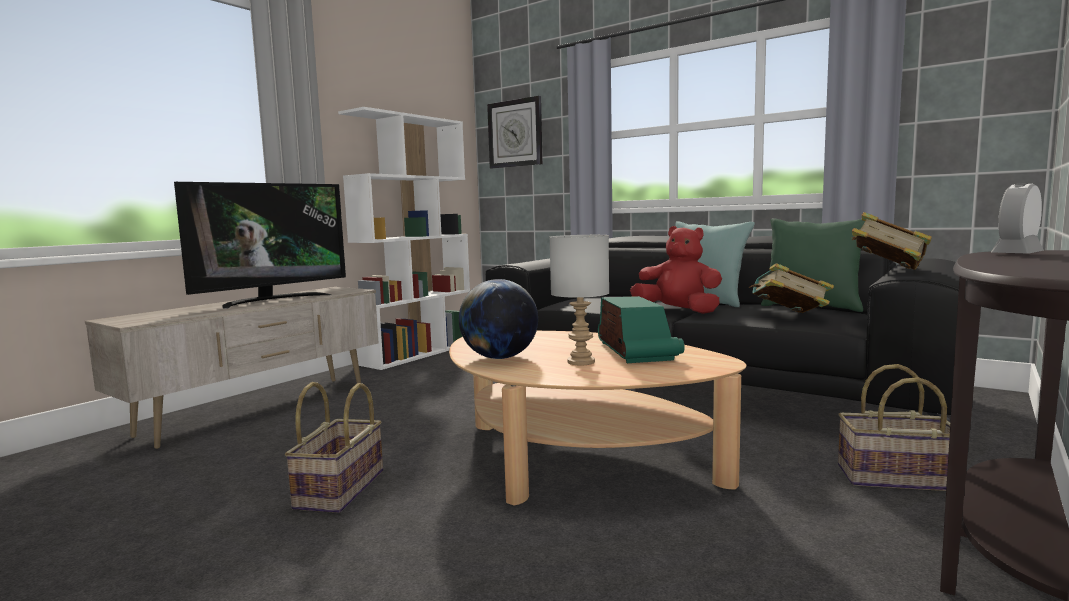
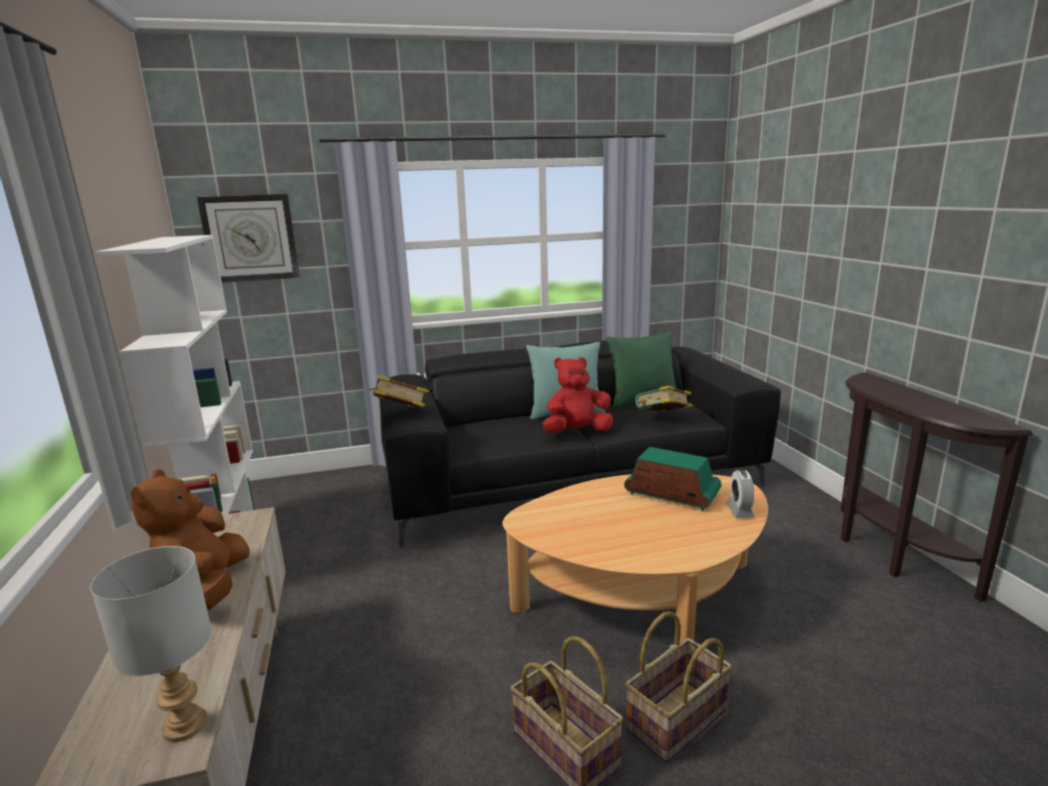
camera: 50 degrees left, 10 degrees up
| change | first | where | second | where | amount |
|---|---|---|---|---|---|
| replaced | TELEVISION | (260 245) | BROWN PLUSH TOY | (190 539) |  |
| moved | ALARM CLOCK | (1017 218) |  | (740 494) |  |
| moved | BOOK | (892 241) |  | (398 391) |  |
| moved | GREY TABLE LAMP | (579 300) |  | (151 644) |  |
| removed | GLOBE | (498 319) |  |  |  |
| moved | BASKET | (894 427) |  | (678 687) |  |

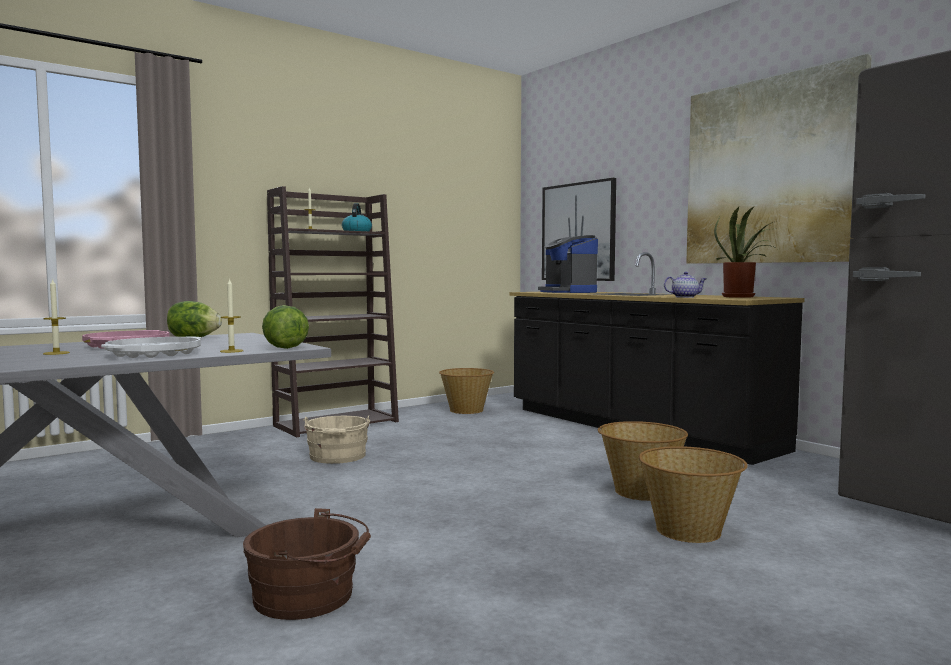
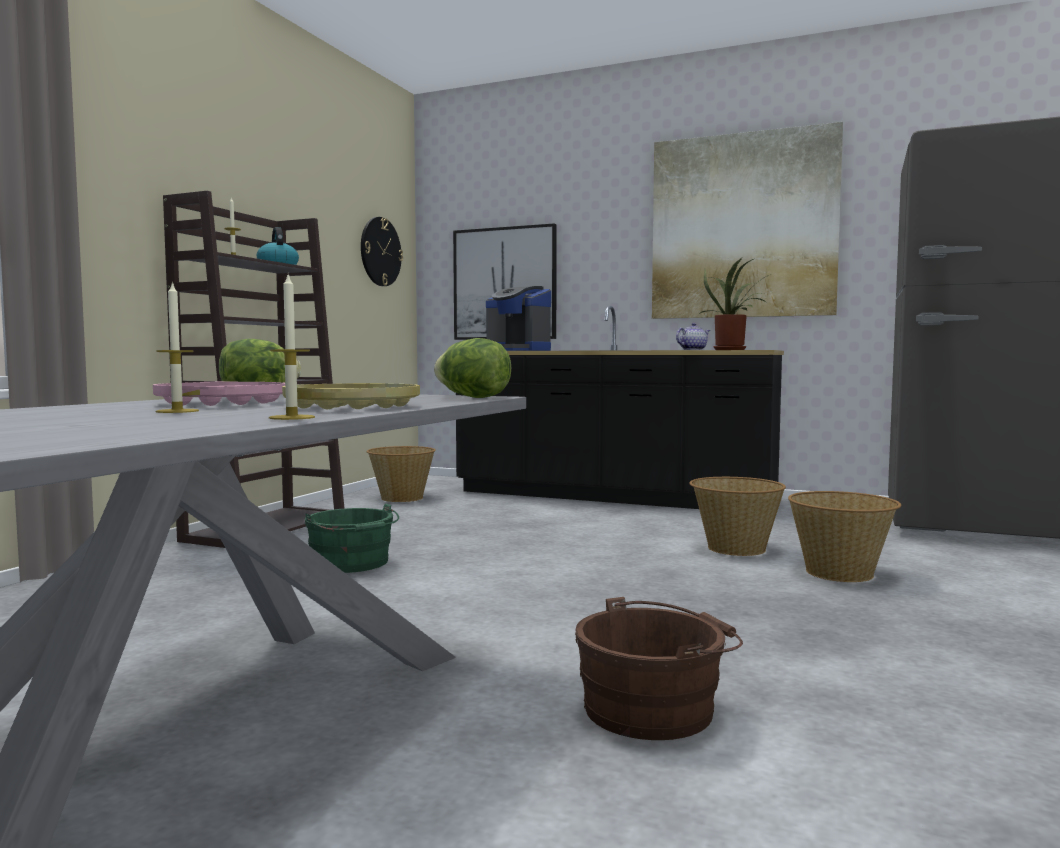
camera: 30 degrees left, 0 degrees up
| change | first | where | second | where | amount |
|---|---|---|---|---|---|
| moved | CANDLE | (231 315) |  | (292 347) |  |
| recoloured | WHITE TRAY | (151 347) | YELLOW TRAY | (351 396) |  |
| recoloured | BEIGE BUCKET | (336 439) | GREEN BUCKET | (352 538) |  |
| added |  |  | WALL CLOCK | (382 251) |  |

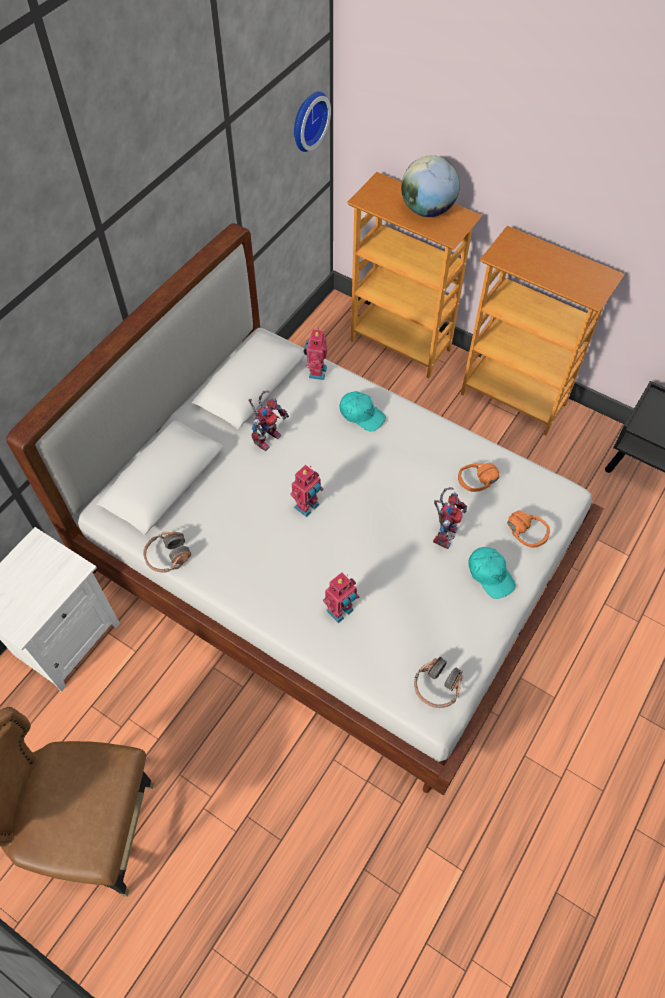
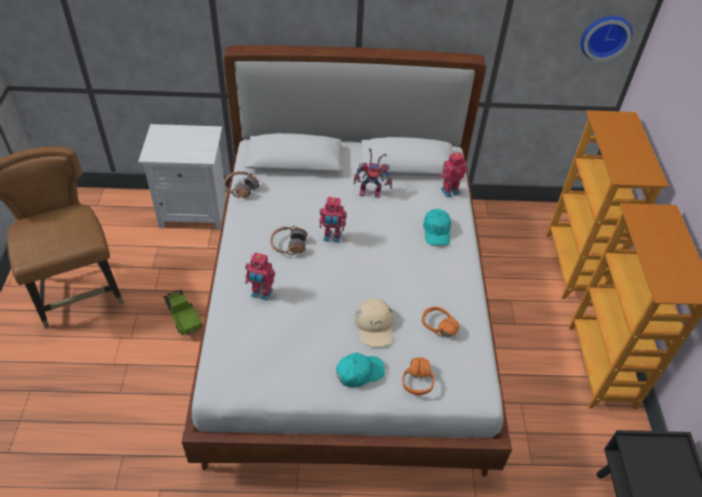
camera: 55 degrees right, 10 degrees down
| change | first | where | second | where | amount |
|---|---|---|---|---|---|
| removed | GLOBE | (430 186) |  |  |  |
| replaced | TOY ROBOT | (450 518) | BEIGE CAP | (374 322) |  |
| turned | TURQUOISE CAP | (492 573) |  | (360 370) | 135 degrees counterclockwise |
| moved | HEADPHONES | (438 682) |  | (288 240) |  |
| added |  |  | TOY TRUCK | (183 313) |  |

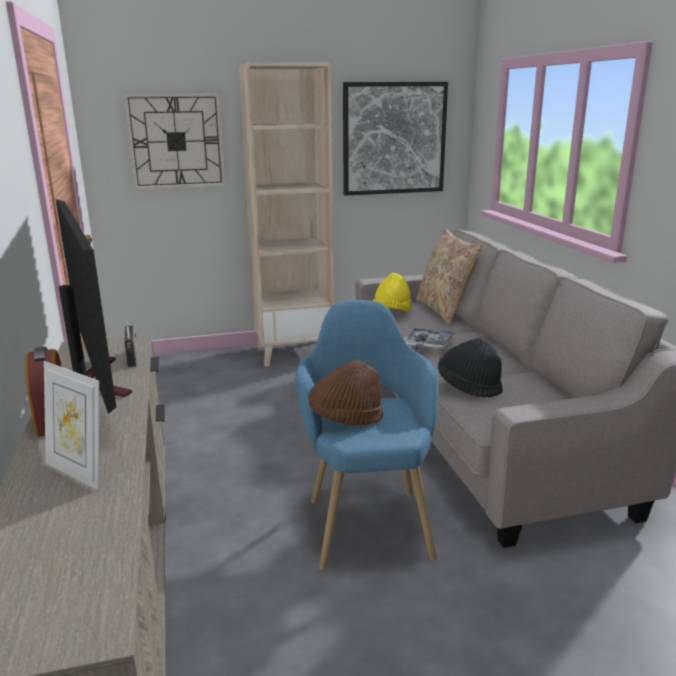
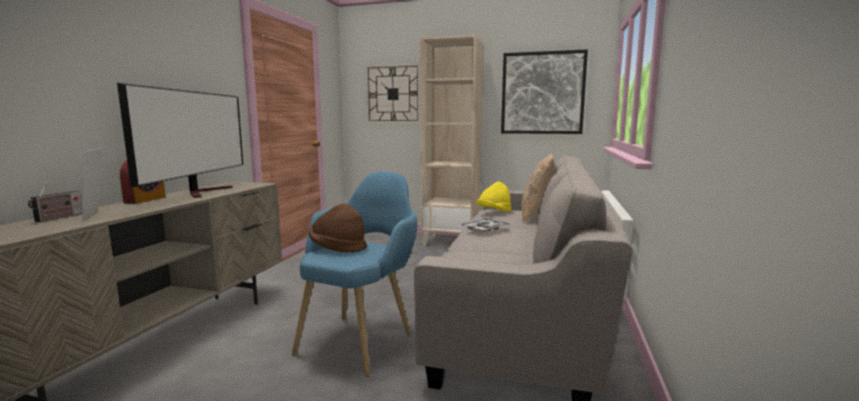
camera: 30 degrees right, 10 degrees down
| change | first | where | second | where | amount |
|---|---|---|---|---|---|
| moved | RADIO | (130 344) |  | (55 202) |  |
| removed | BLACK HAT | (470 368) |  |  |  |

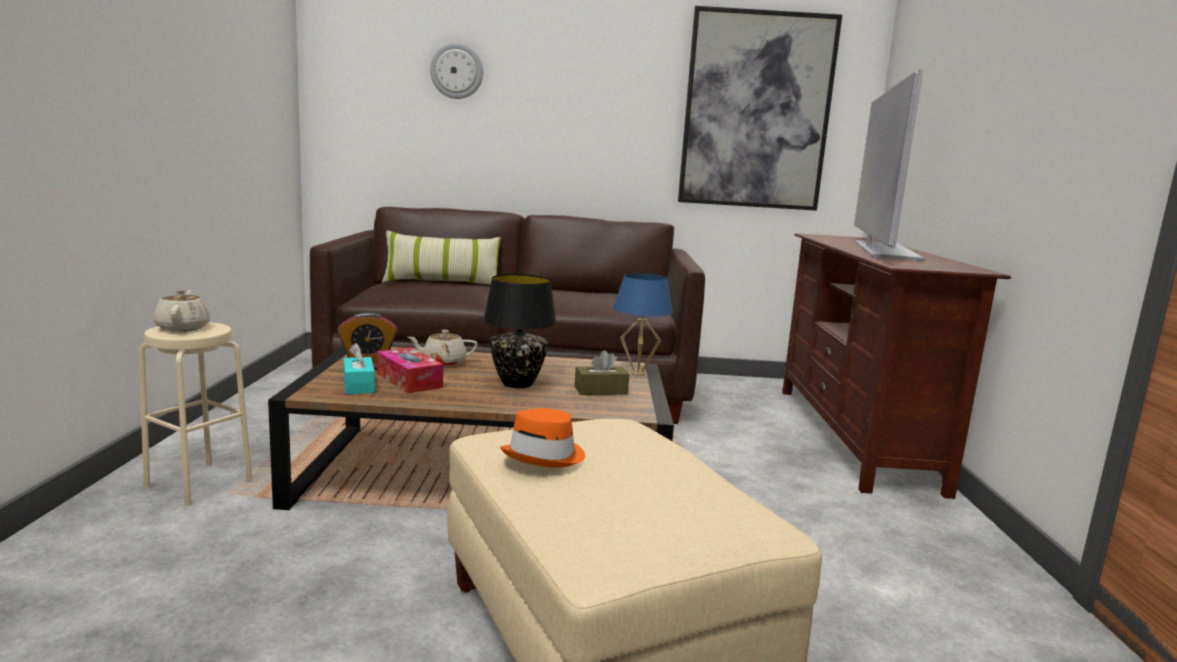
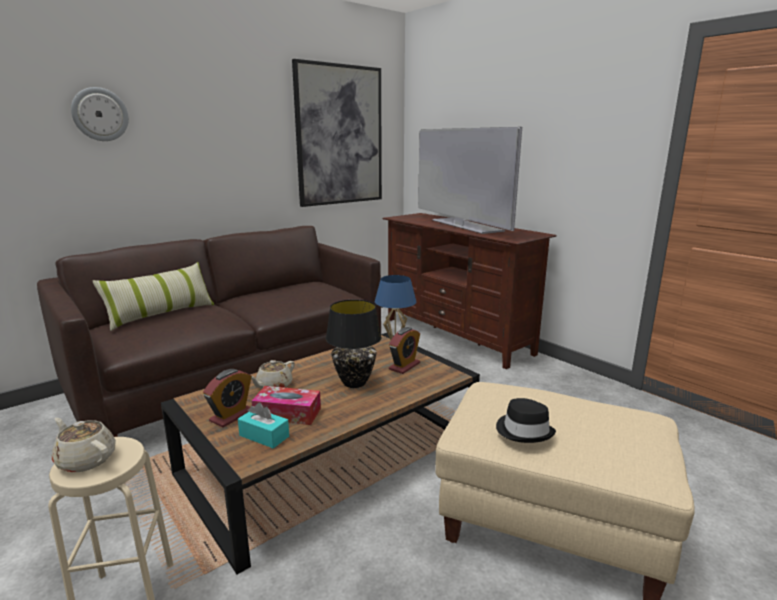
camera: 40 degrees left, 5 degrees up
| change | first | where | second | where | amount |
|---|---|---|---|---|---|
| replaced | BROWN TISSUE BOX | (602 372) | ALARM CLOCK | (404 350) |  |
| recoloured | ORANGE HAT | (542 438) | BLACK HAT | (526 420) |  |

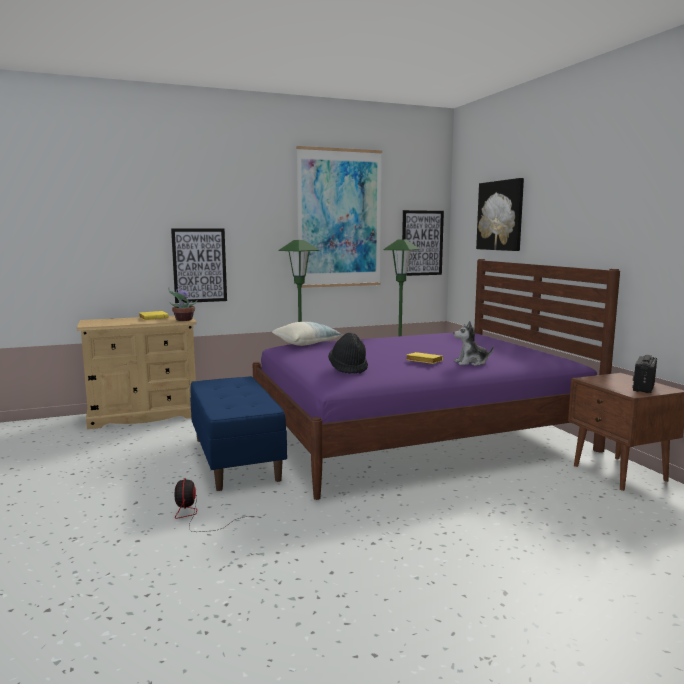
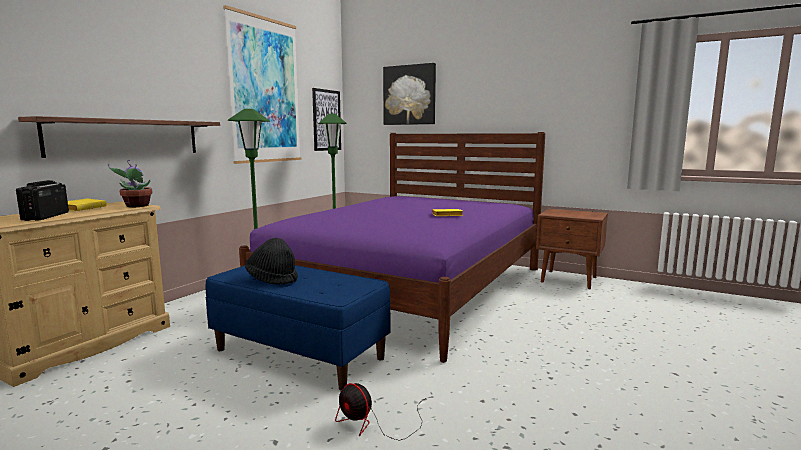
camera: 40 degrees left, 0 degrees up
| change | first | where | second | where | amount |
|---|---|---|---|---|---|
| replaced | PICTURE | (199 265) | SHELF | (119 137) |  |
| removed | PLUSH TOY | (473 343) |  |  |  |
| removed | PILLOW | (307 334) |  |  |  |
| moved | BLACK HAT | (348 353) |  | (271 261) |  |
| moved | RADIO | (644 374) |  | (42 200) |  |

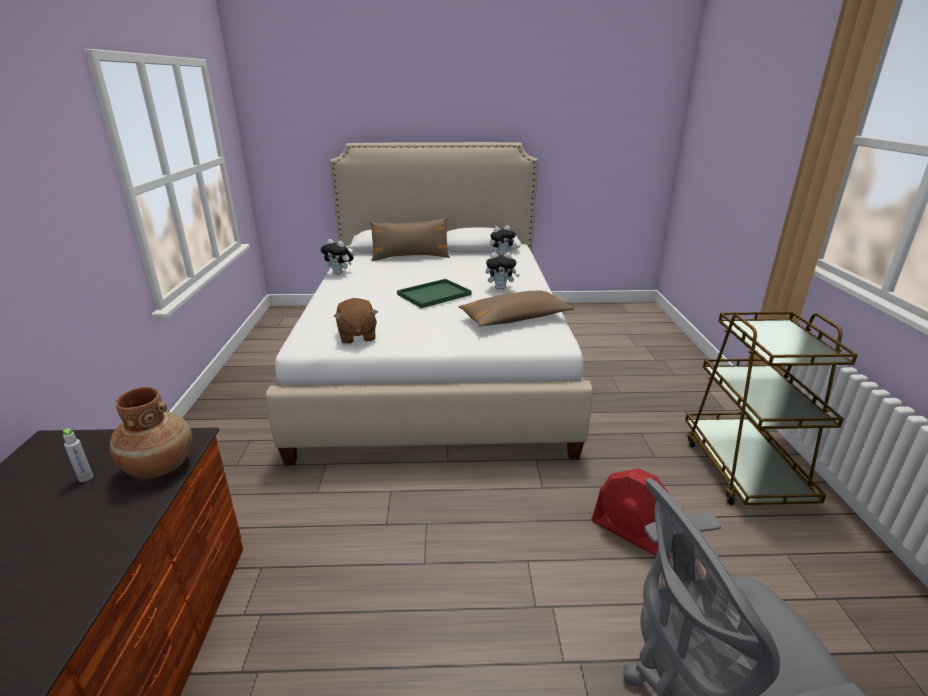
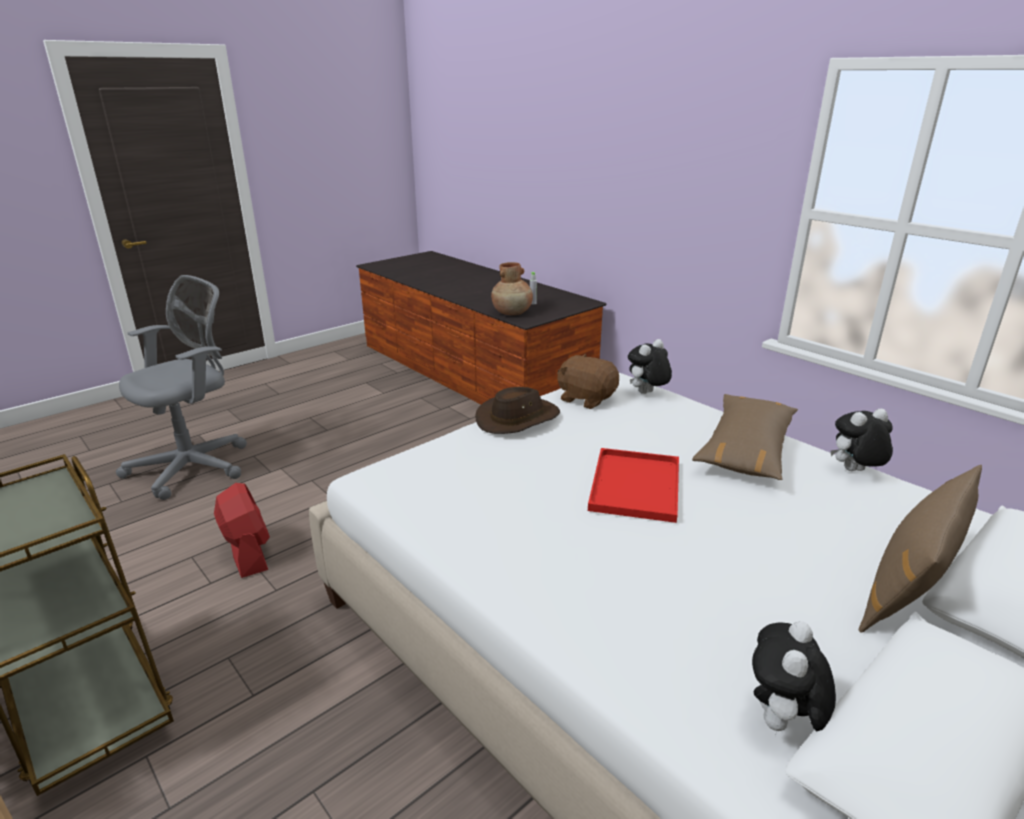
camera: 140 degrees right, 0 degrees up
| change | first | where | second | where | amount |
|---|---|---|---|---|---|
| moved | PLUSH TOY | (503 270) |  | (650 366) |  |
| recoloured | GREEN TRAY | (434 293) | RED TRAY | (633 485) |  |
| moved | BROWN PILLOW | (516 309) |  | (745 437) |  |
| turned | RED FAN | (630 512) |  | (242 530) | 60 degrees clockwise |
| added |  |  | BROWN HAT | (517 410) |  |

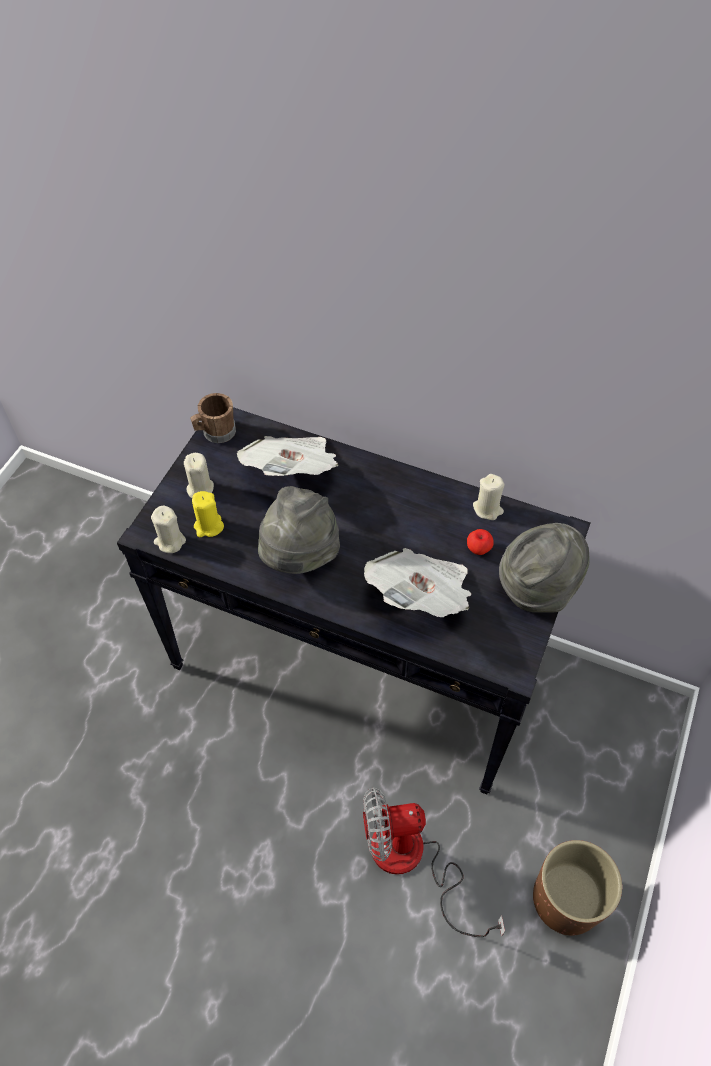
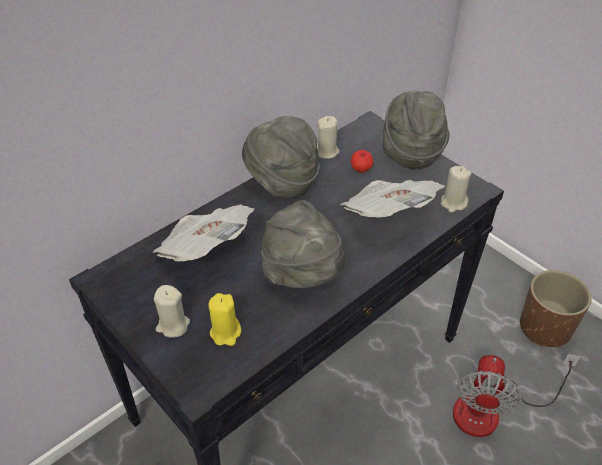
camera: 65 degrees left, 10 degrees down
| change | first | where | second | where | amount |
|---|---|---|---|---|---|
| removed | BROWN MUG | (213 418) |  |  |  |
| moved | BEIGE CANDLE | (168 529) |  | (456 189) |  |
| added |  |  | GREY HAT | (280 157) |  |

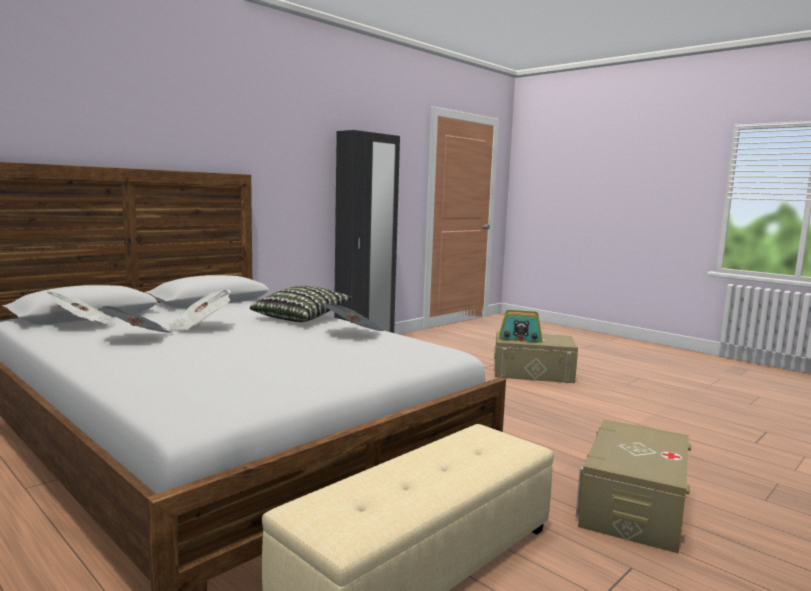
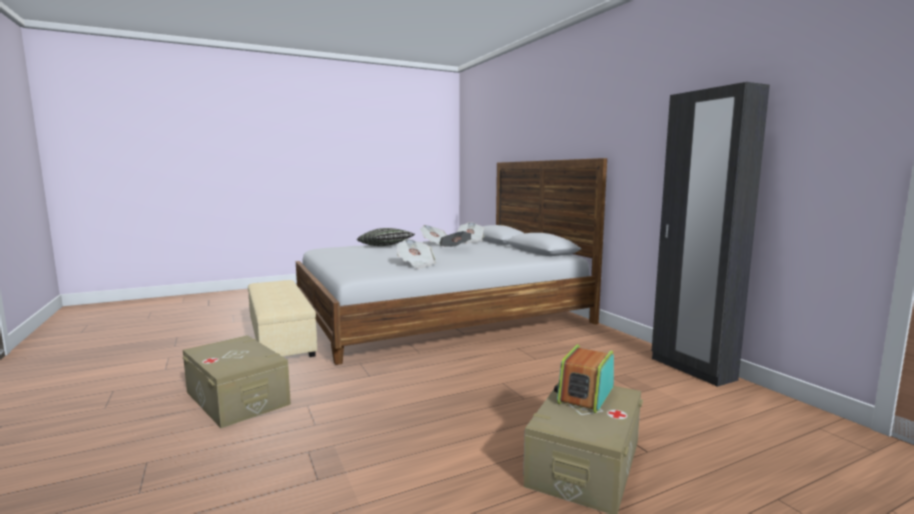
camera: 110 degrees right, 0 degrees up
| change | first | where | second | where | amount |
|---|---|---|---|---|---|
| moved | PILLOW | (301 304) |  | (386 237) |  |

